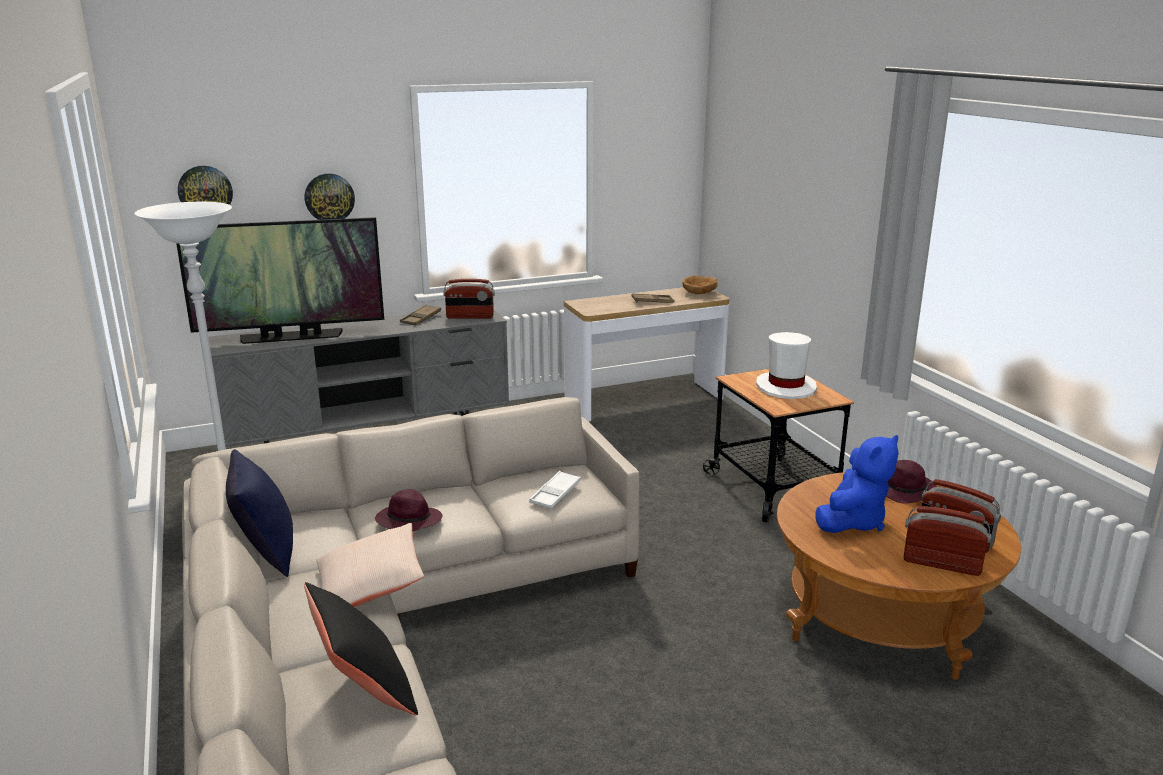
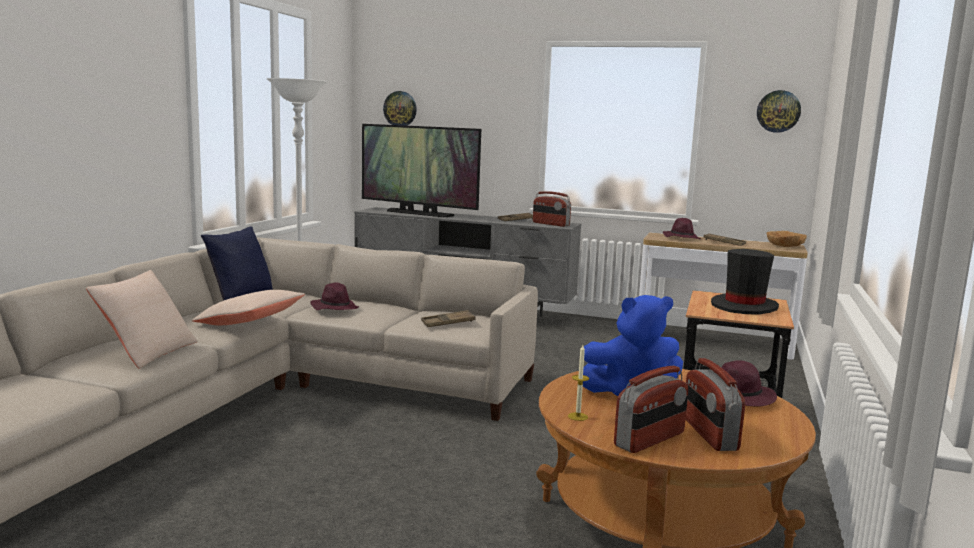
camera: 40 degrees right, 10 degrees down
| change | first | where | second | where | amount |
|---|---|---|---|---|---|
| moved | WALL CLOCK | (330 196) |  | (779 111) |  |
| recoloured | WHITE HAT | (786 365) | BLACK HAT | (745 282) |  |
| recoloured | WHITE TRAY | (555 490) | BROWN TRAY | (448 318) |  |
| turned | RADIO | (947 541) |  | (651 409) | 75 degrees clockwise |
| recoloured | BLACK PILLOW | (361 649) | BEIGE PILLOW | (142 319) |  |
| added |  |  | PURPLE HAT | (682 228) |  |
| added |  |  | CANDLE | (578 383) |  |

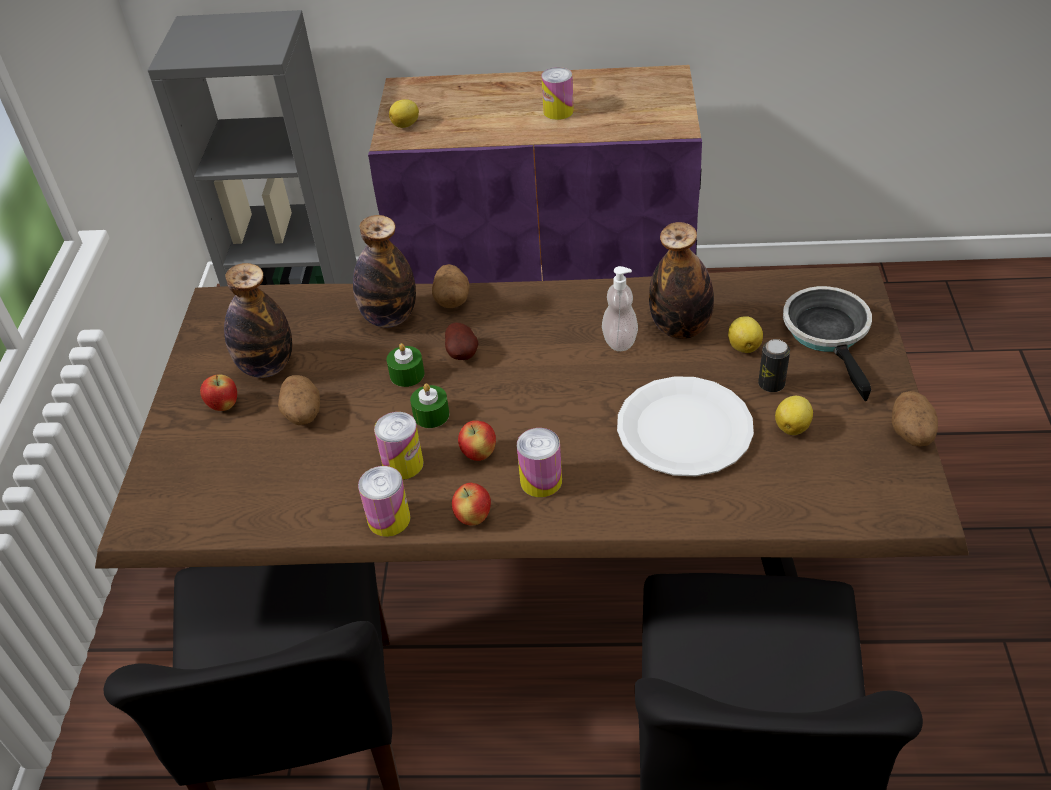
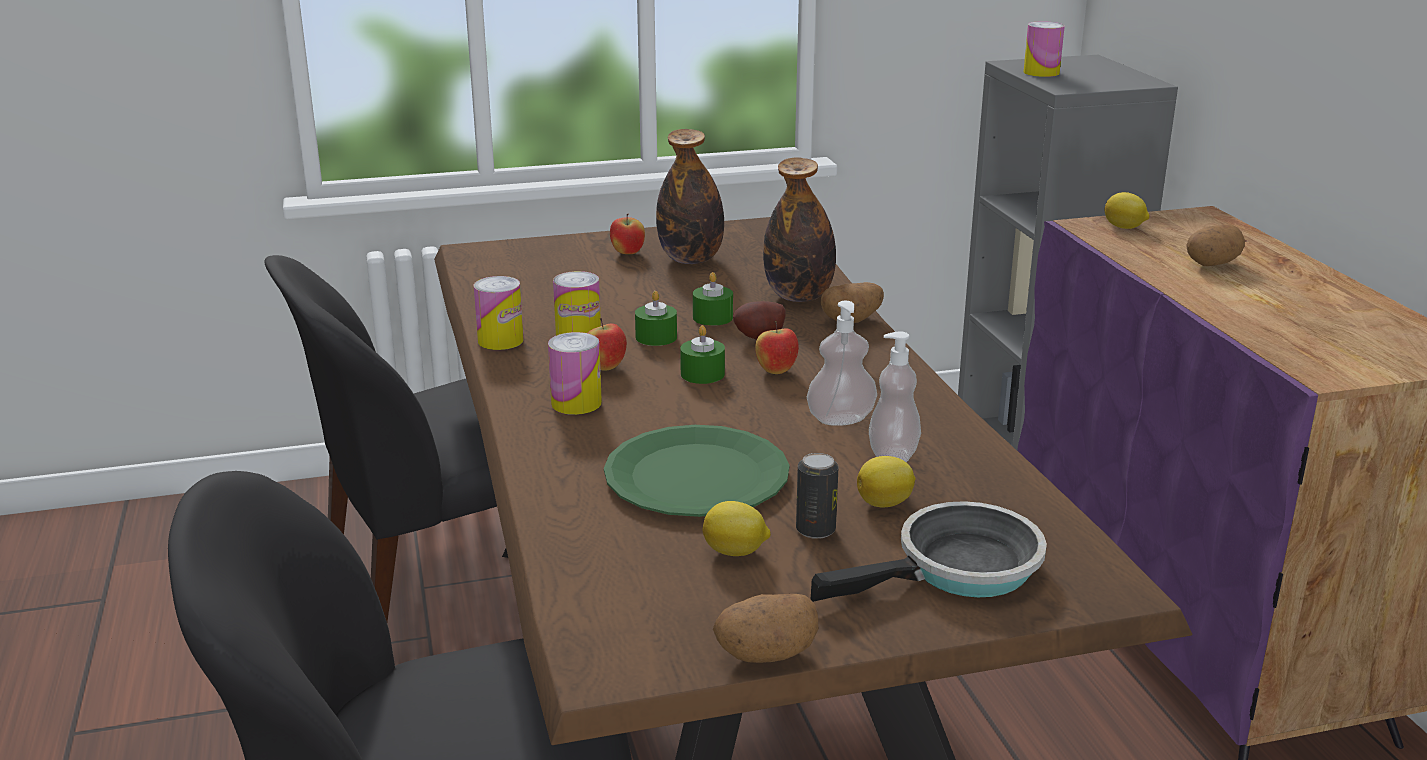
camera: 70 degrees right, 20 degrees down
| change | first | where | second | where | amount |
|---|---|---|---|---|---|
| moved | CAN | (557 93) |  | (1044 49) |  |
| replaced | BOTTLE | (681 280) | SOAP DISPENSER | (895 396) |  |
| moved | POTATO | (299 400) |  | (1215 245) |  |
| recoloured | WHITE PLATE | (685 426) | GREEN PLATE | (696 471) |  |
| moved | APPLE | (471 504) |  | (777 347) |  |
| added |  |  | GREEN CANDLE | (702 354) |  |

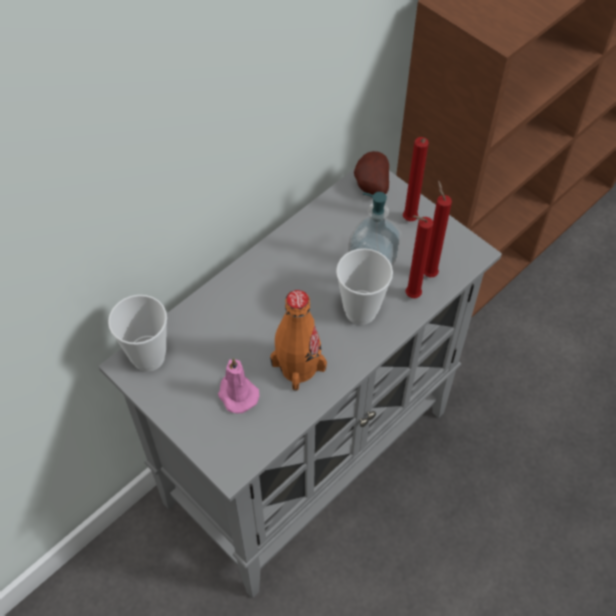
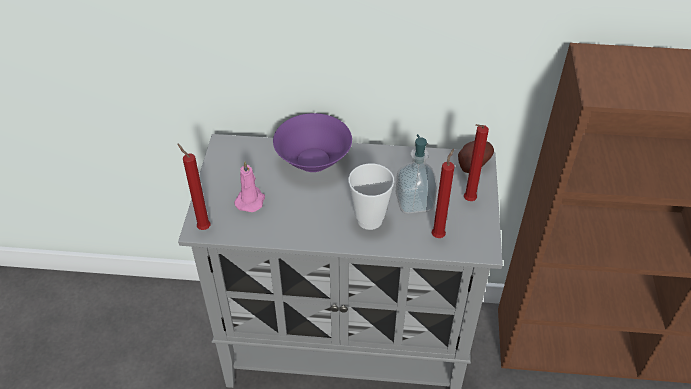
camera: 50 degrees right, 10 degrees down
| change | first | where | second | where | amount |
|---|---|---|---|---|---|
| moved | RED CANDLE | (419 256) |  | (193 186) |  |
| removed | ORANGE BOTTLE | (298 340) |  |  |  |
| removed | CUP | (137 333) |  |  |  |
| added |  |  | PURPLE BOWL | (312 142) |  |

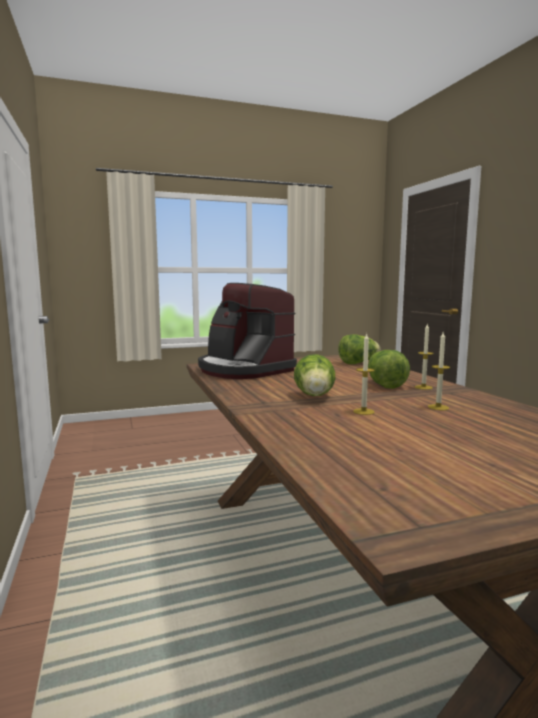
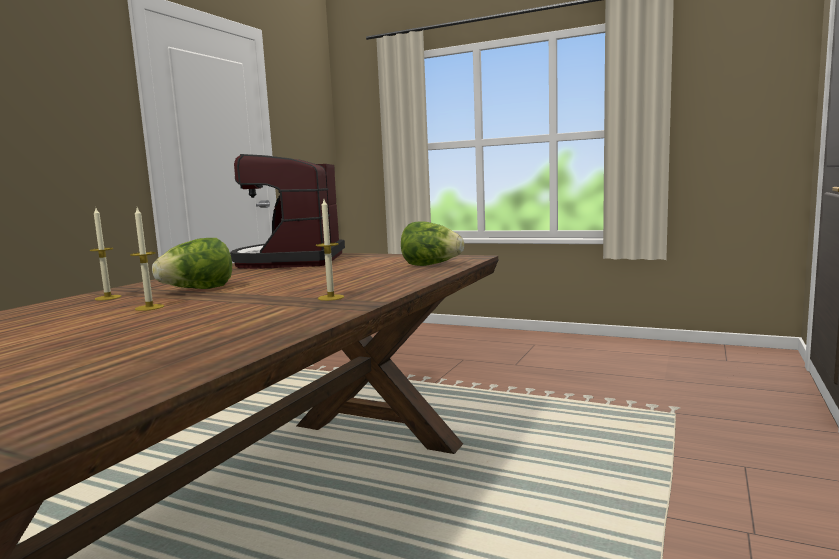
camera: 45 degrees right, 0 degrees up
| change | first | where | second | where | amount |
|---|---|---|---|---|---|
| moved | CANDLE | (439 371) |  | (106 254) |  |
| removed | LETTUCE | (389 369) |  |  |  |

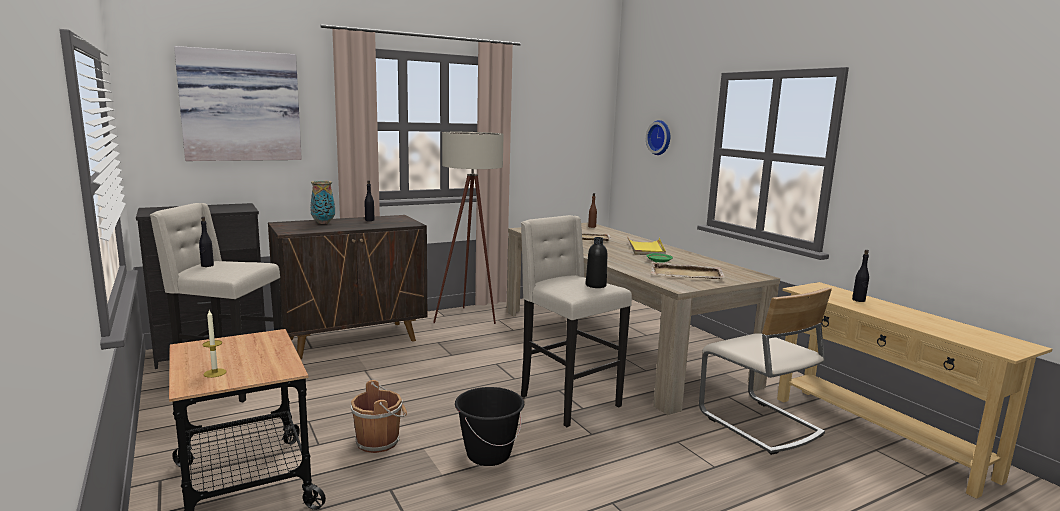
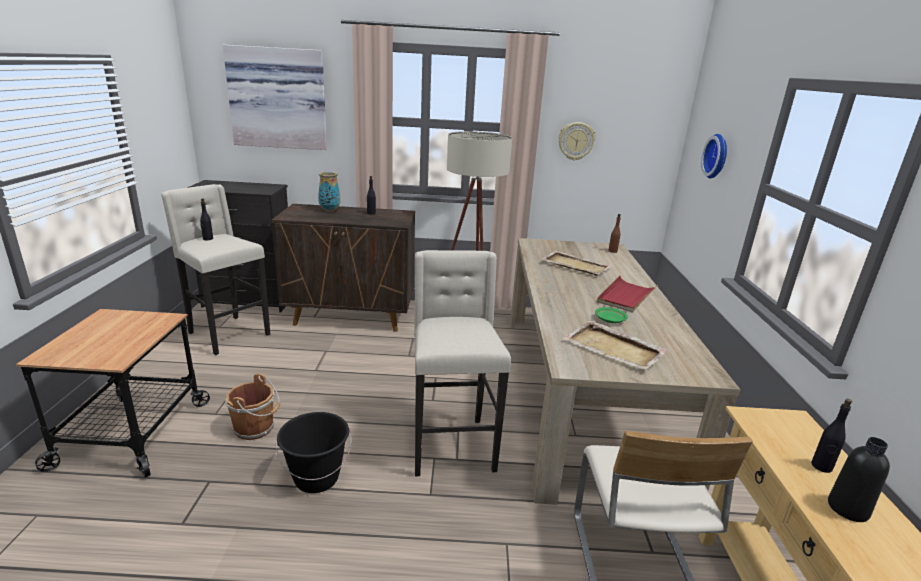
camera: 30 degrees right, 10 degrees up
| change | first | where | second | where | amount |
|---|---|---|---|---|---|
| recoloured | YELLOW TRAY | (646 245) | RED TRAY | (627 294) |  |
| moved | BLACK BOTTLE | (596 262) |  | (859 479) |  |
| removed | CANDLE | (214 344) |  |  |  |
| added |  |  | WALL CLOCK | (577 141) |  |

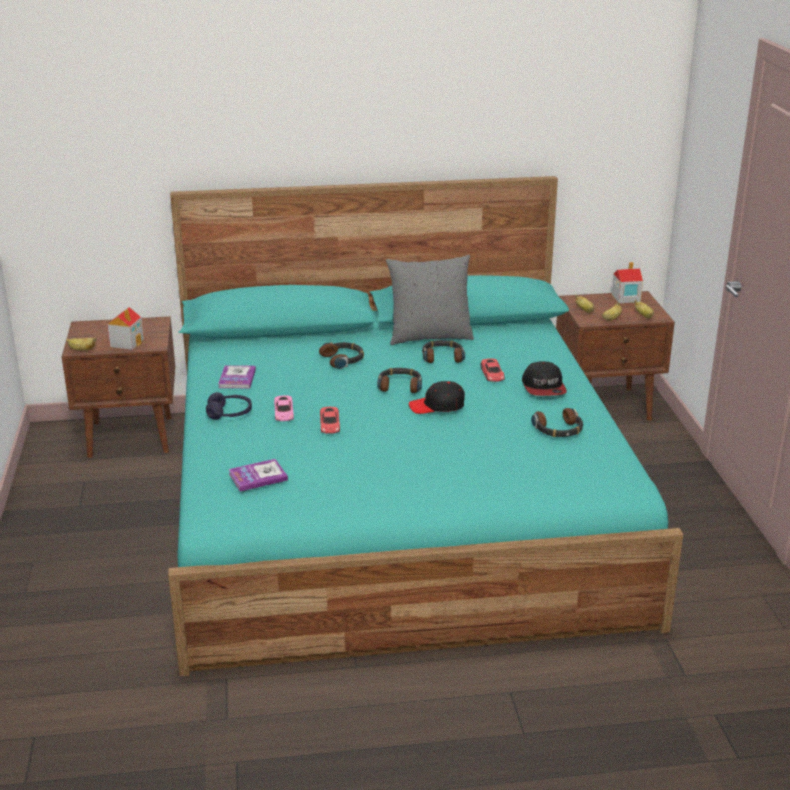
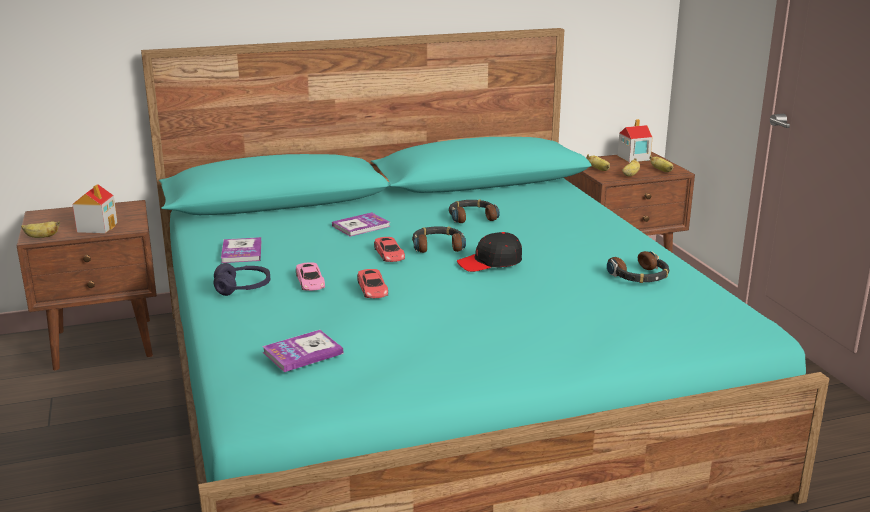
camera: 10 degrees left, 5 degrees down
| change | first | where | second | where | amount |
|---|---|---|---|---|---|
| removed | GREY PILLOW | (430 300) |  |  |  |
| replaced | HEADPHONES | (341 355) | BOOK | (361 224) |  |
| moved | RED TOY CAR | (492 370) |  | (389 249) |  |
| removed | CAP | (544 378) |  |  |  |

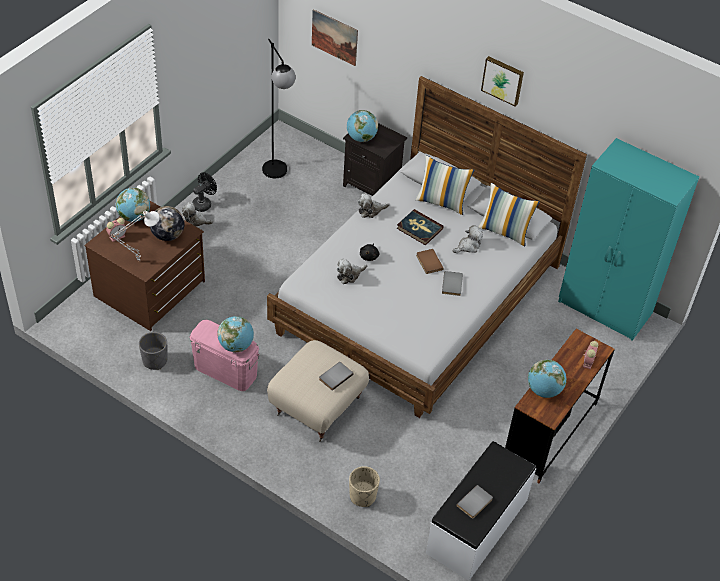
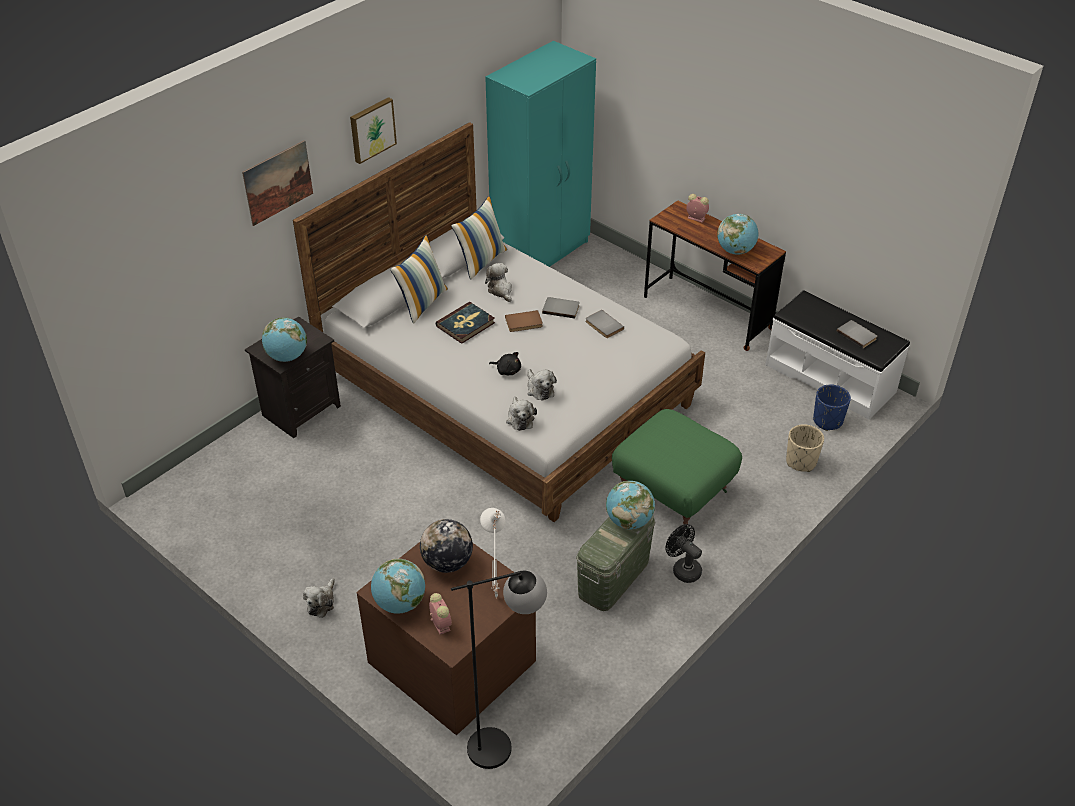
camera: 80 degrees left, 5 degrees down
| change | first | where | second | where | amount |
|---|---|---|---|---|---|
| moved | PICTURE | (335 37) |  | (277 183) |  |
| moved | BLACK FLOOR LAMP | (279 108) |  | (499 669) |  |
| moved | BLACK FAN | (204 192) |  | (683 553) |  |
| moved | PLUSH TOY | (374 205) |  | (521 413) |  |
| recoloured | PINK STORAGE BOX | (224 355) | GREEN STORAGE BOX | (615 563) |  |
| removed | GREY PLANTER | (153 351) |  |  |  |
| recoloured | BEIGE OTTOMAN | (318 390) | GREEN OTTOMAN | (677 468) |  |
| moved | GREY BOOK | (336 376) |  | (604 324) |  |
| added |  |  | BLUE PLANTER | (832 407) |  |

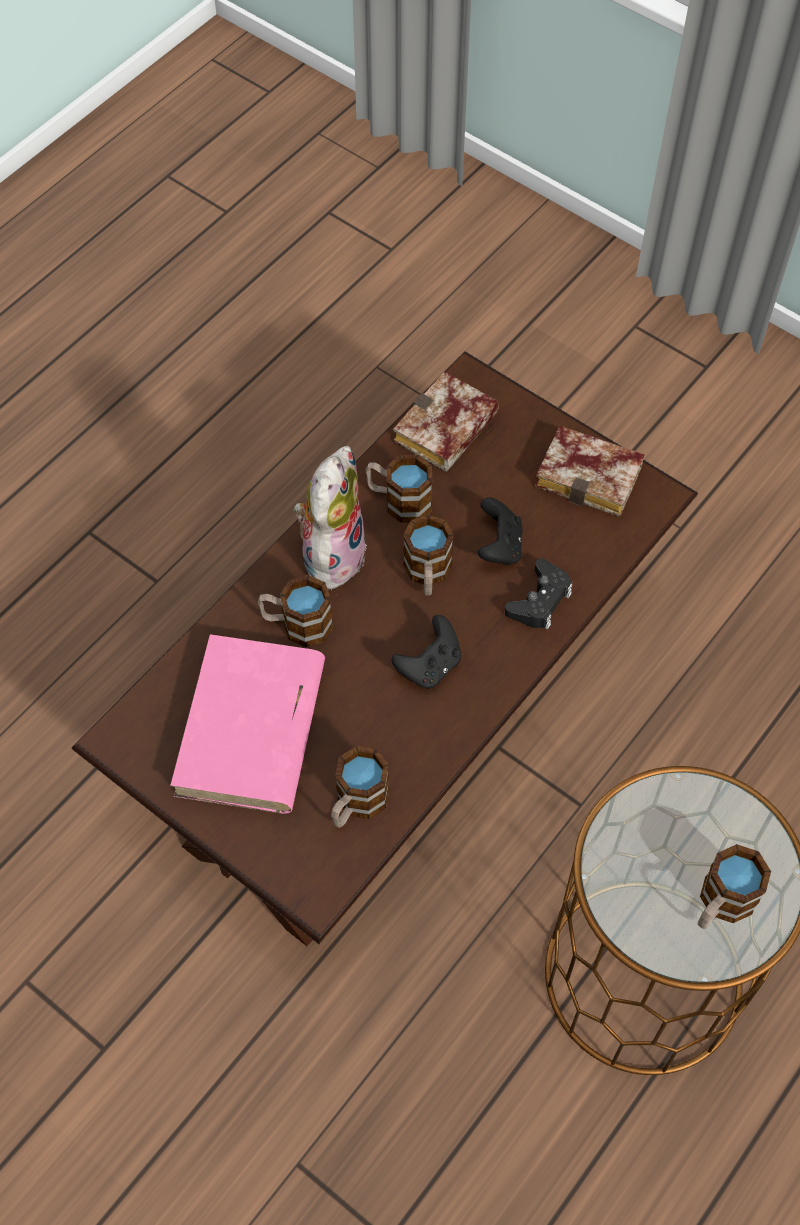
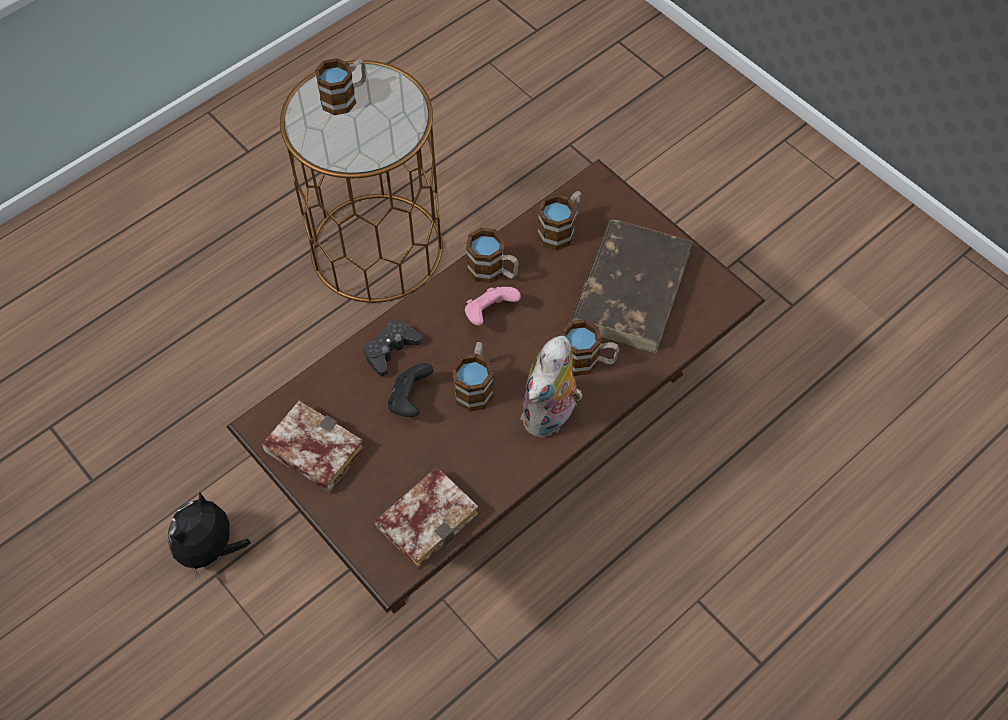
camera: 170 degrees left, 0 degrees up
| change | first | where | second | where | amount |
|---|---|---|---|---|---|
| moved | MUG | (399 489) |  | (492 255) |  |
| recoloured | BLACK GAME CONTROLLER | (426 652) | PINK GAME CONTROLLER | (493 306) |  |
| recoloured | PINK BOOK | (247 724) | BROWN BOOK | (631 286) |  |
| added |  |  | PLUSH TOY | (209 536) |  |

